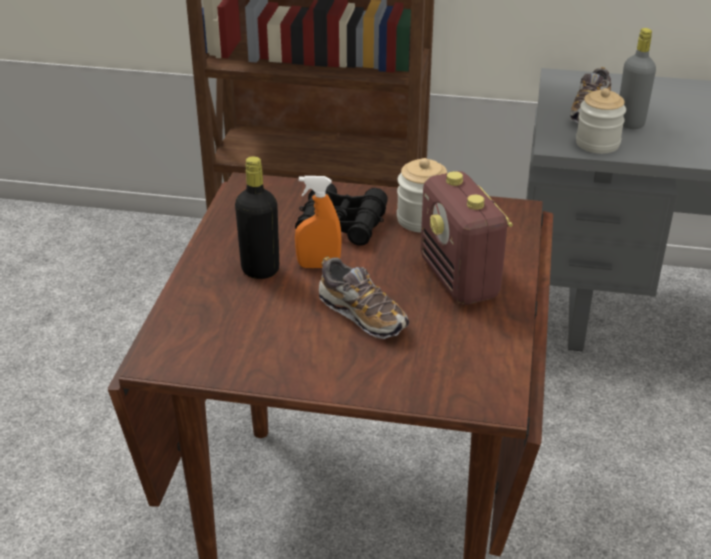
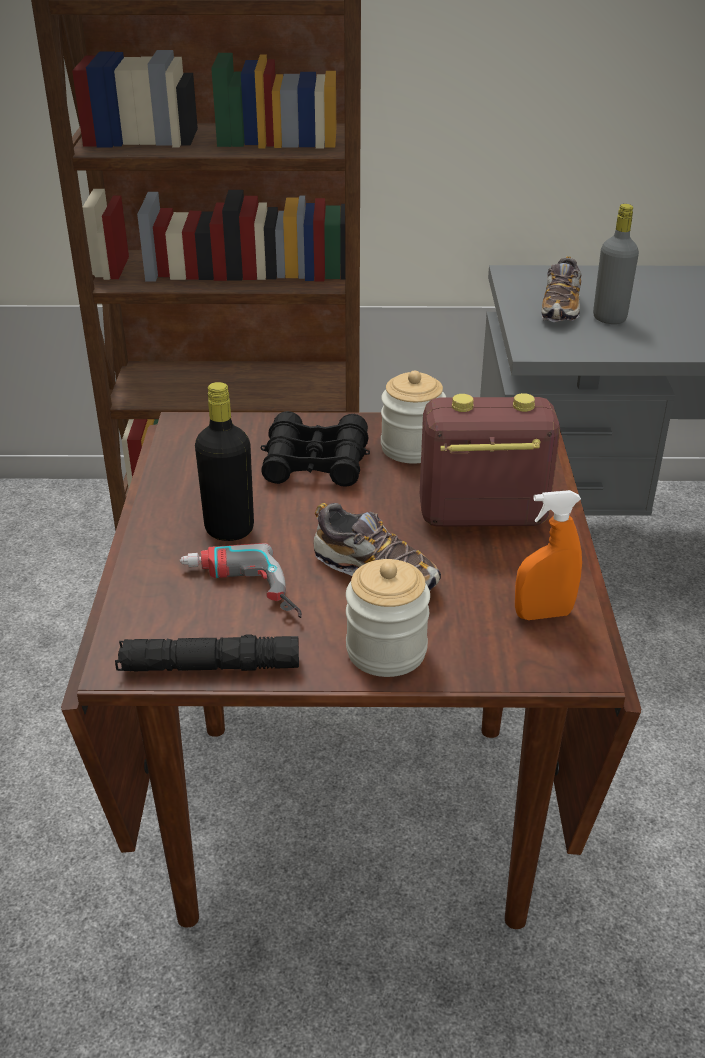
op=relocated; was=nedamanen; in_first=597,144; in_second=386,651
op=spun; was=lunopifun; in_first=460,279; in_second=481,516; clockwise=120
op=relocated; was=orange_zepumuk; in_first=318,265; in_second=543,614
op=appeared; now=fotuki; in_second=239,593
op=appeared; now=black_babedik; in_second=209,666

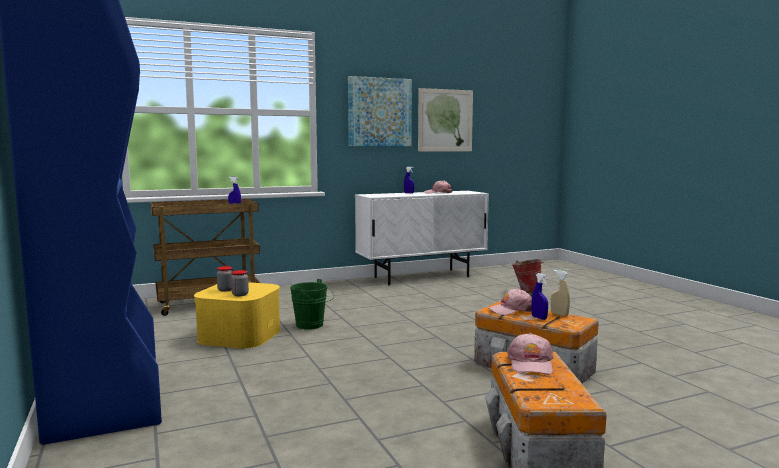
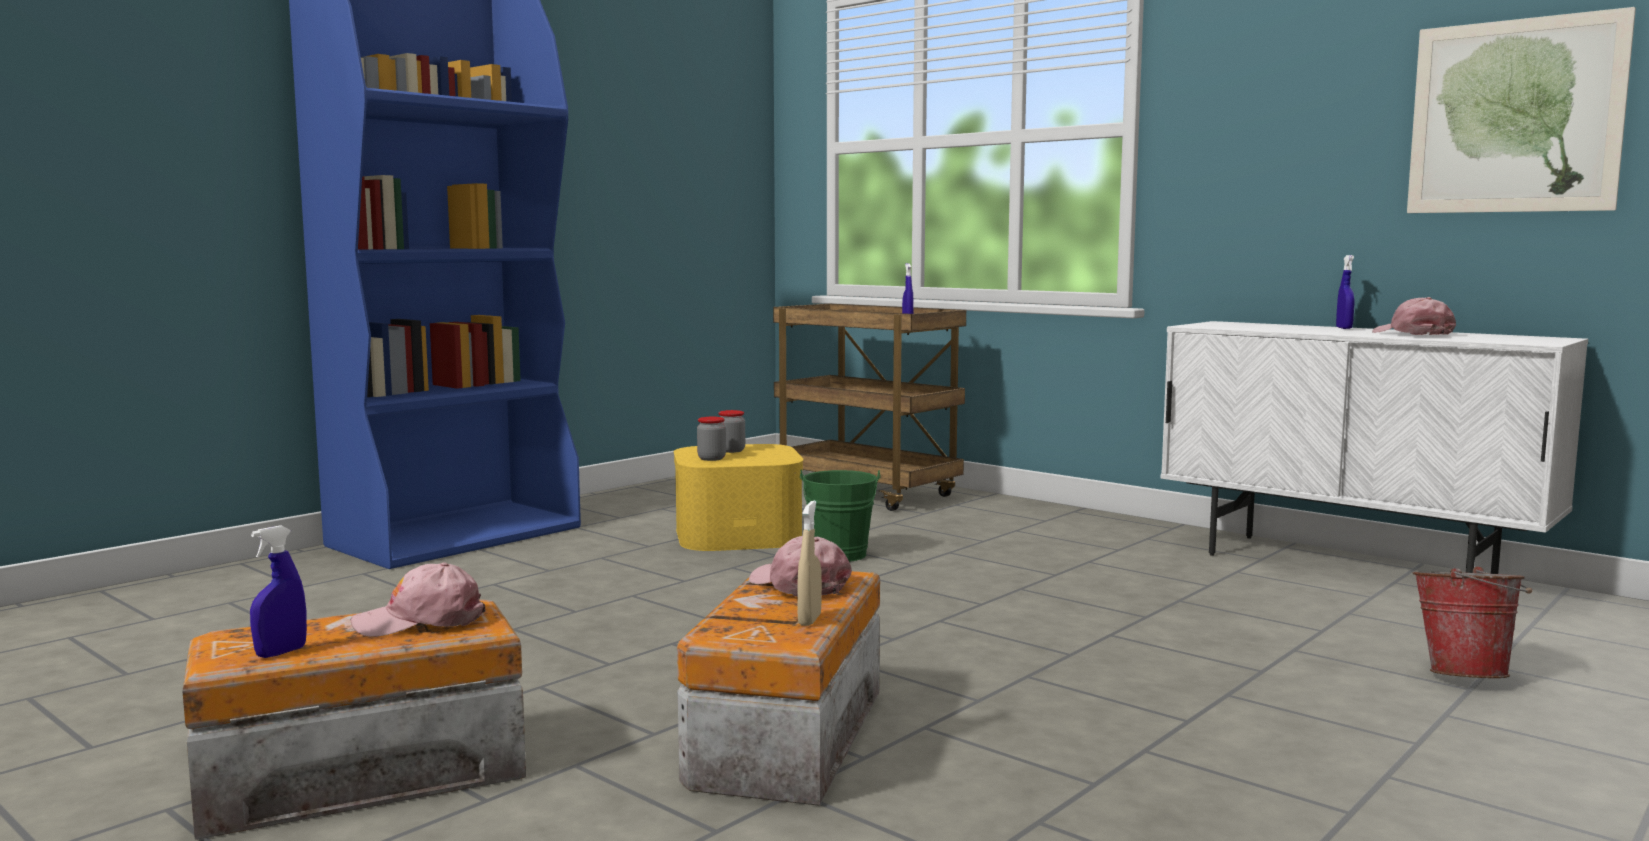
op=missing; was=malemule; in_first=379,112
op=relocated; was=blue_zepumuk; in_first=539,318; in_second=281,652

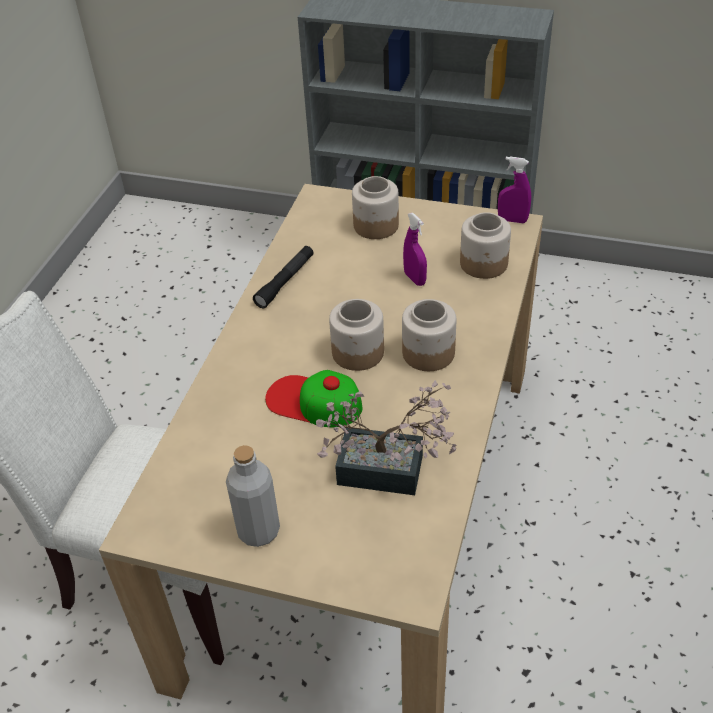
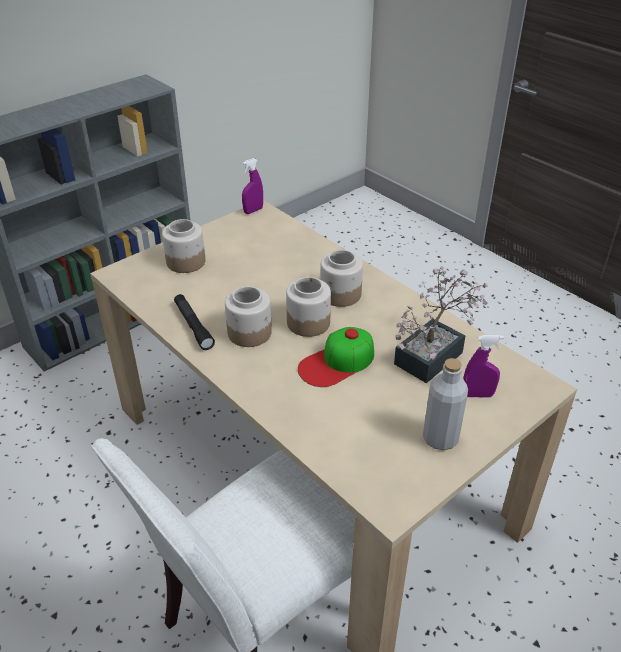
op=relocated; was=nedamanen; in_first=484,264; in_second=250,333
op=relocated; was=purple_zepumuk; in_first=414,279; in_second=477,394

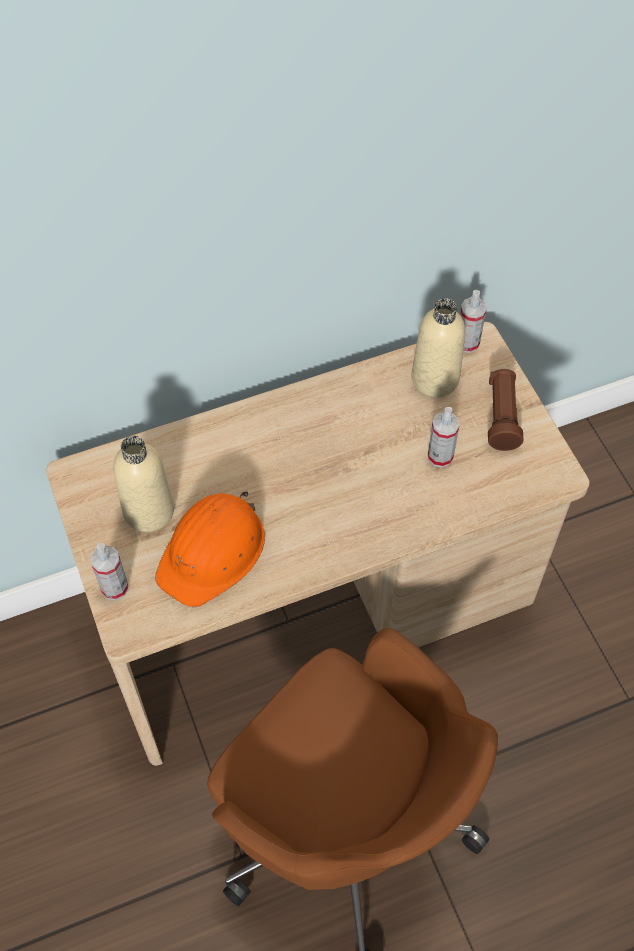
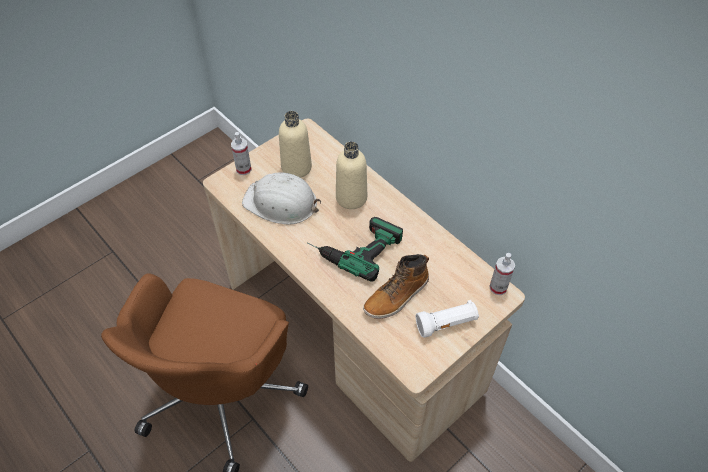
op=relocated; was=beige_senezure; in_first=435,378; in_second=351,197
op=colour; was=brown_babedik; now=white_babedik; in_first=502,417; in_second=446,324
op=exchanged; was=zepumuk; now=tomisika; in_first=440,456; in_second=397,296
op=colour; was=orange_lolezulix; now=white_lolezulix; in_first=213,551; in_second=281,203
op=appeared; now=fotuki; in_second=353,246

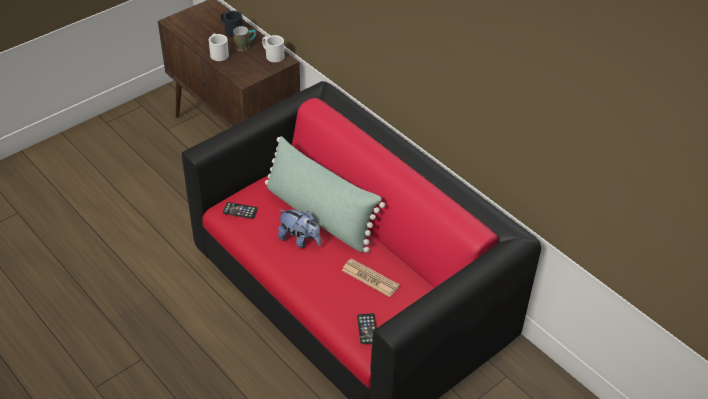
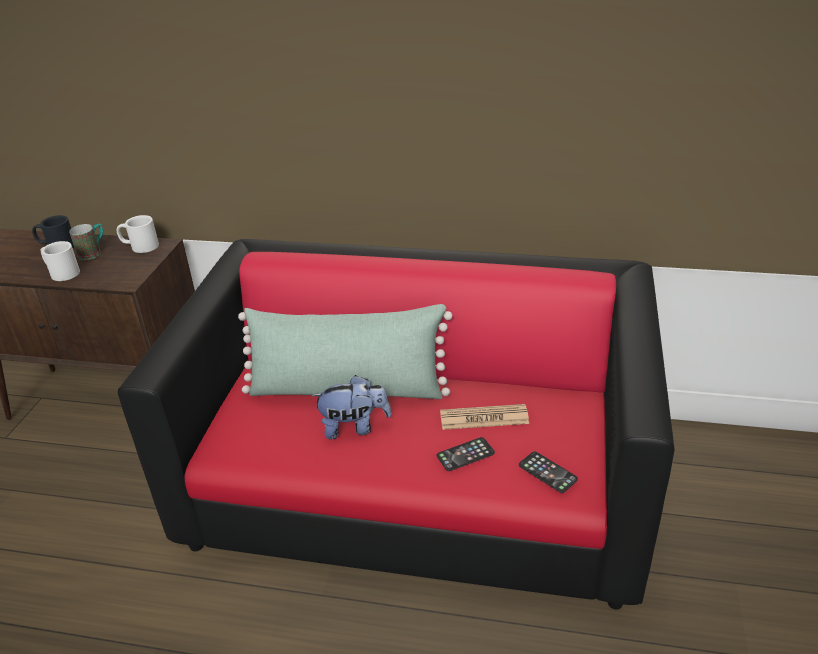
op=relocated; was=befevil; in_first=240,211; in_second=465,454

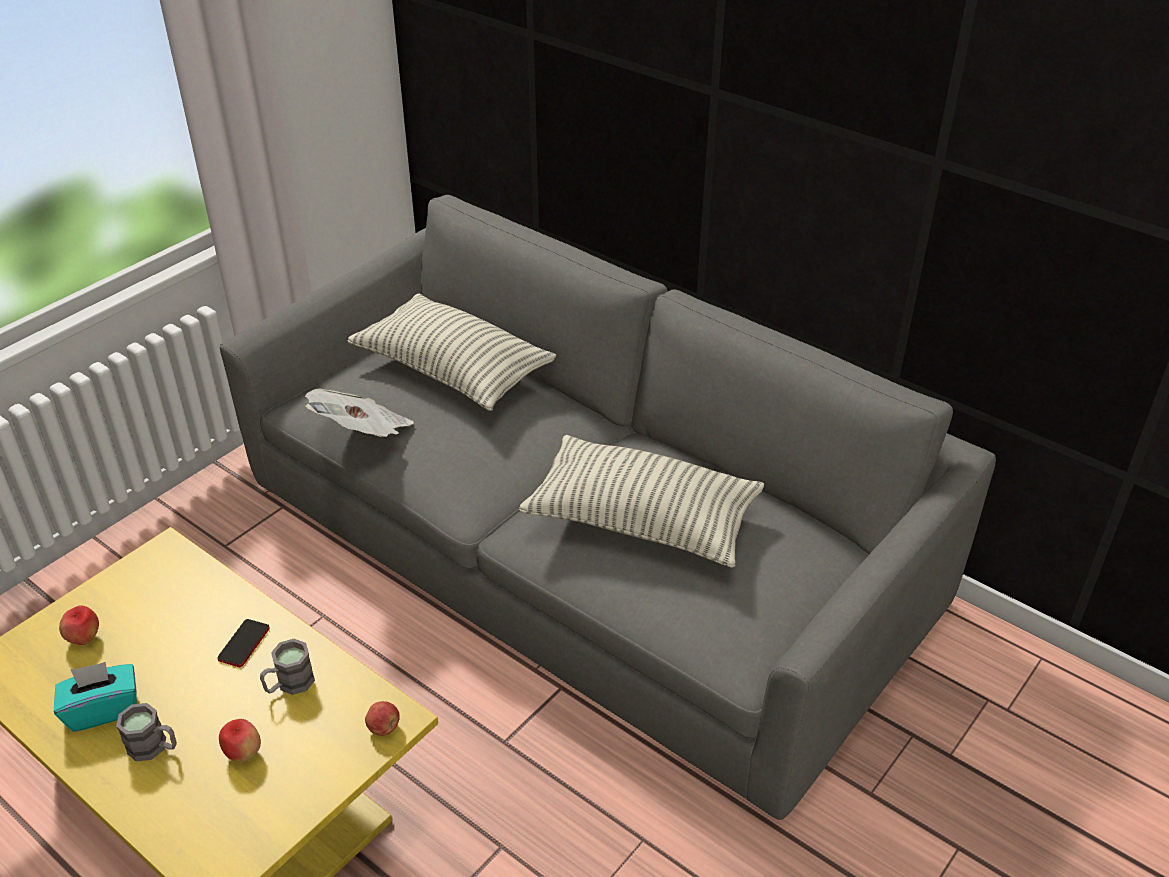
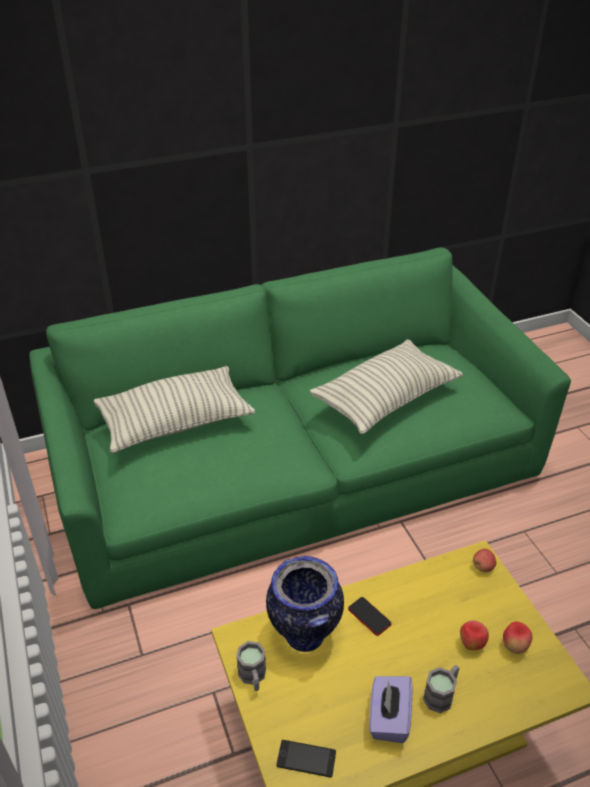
op=colour; was=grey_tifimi; now=green_tifimi; in_first=585,544; in_second=294,465
op=missing; was=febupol; in_first=363,433
op=relocated; was=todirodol; in_first=84,639; in_second=514,647
op=relocated; was=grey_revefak; in_first=289,684; in_second=253,677
op=colour; was=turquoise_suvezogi; now=purple_suvezogi; in_first=103,709; in_second=388,718
op=appeared; now=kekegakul; in_second=304,635
op=appeared; now=befevil; in_second=306,759

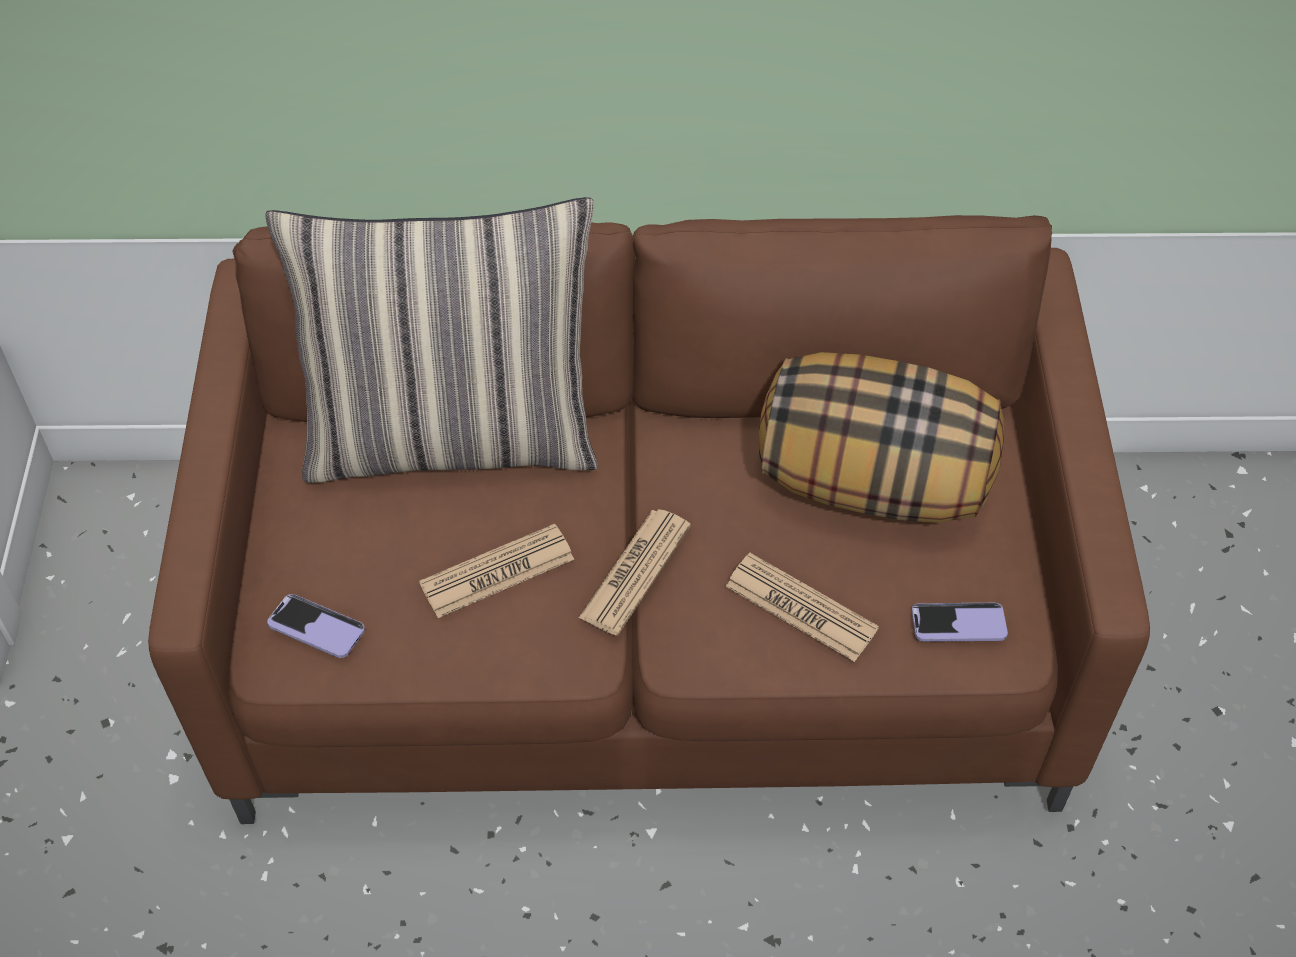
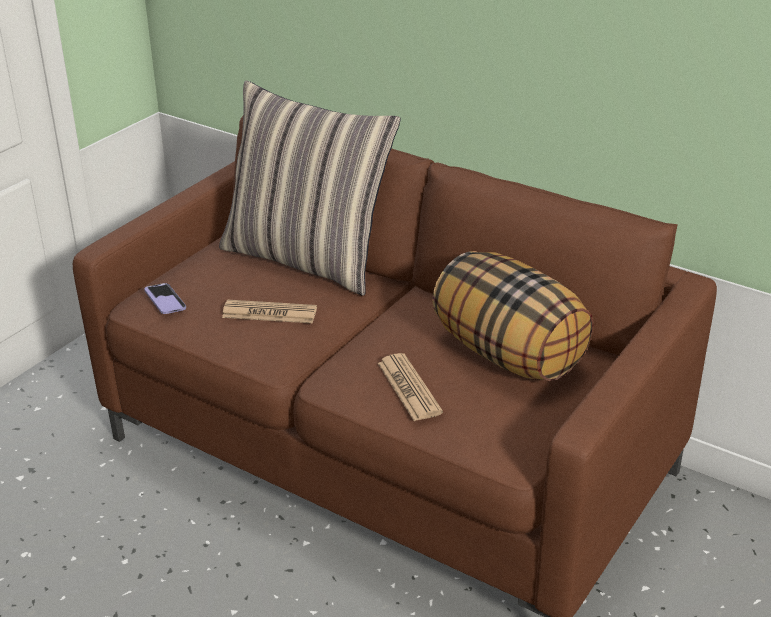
op=missing; was=febupol; in_first=635,572
op=missing; was=befevil; in_first=958,624

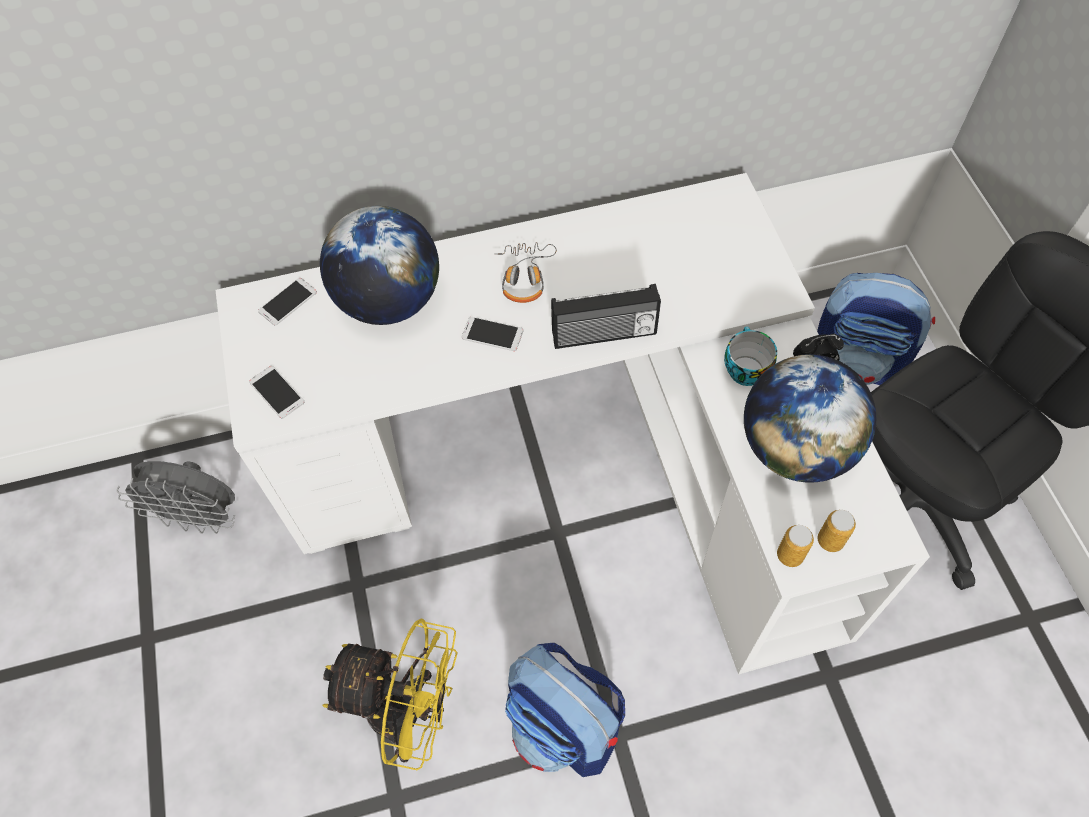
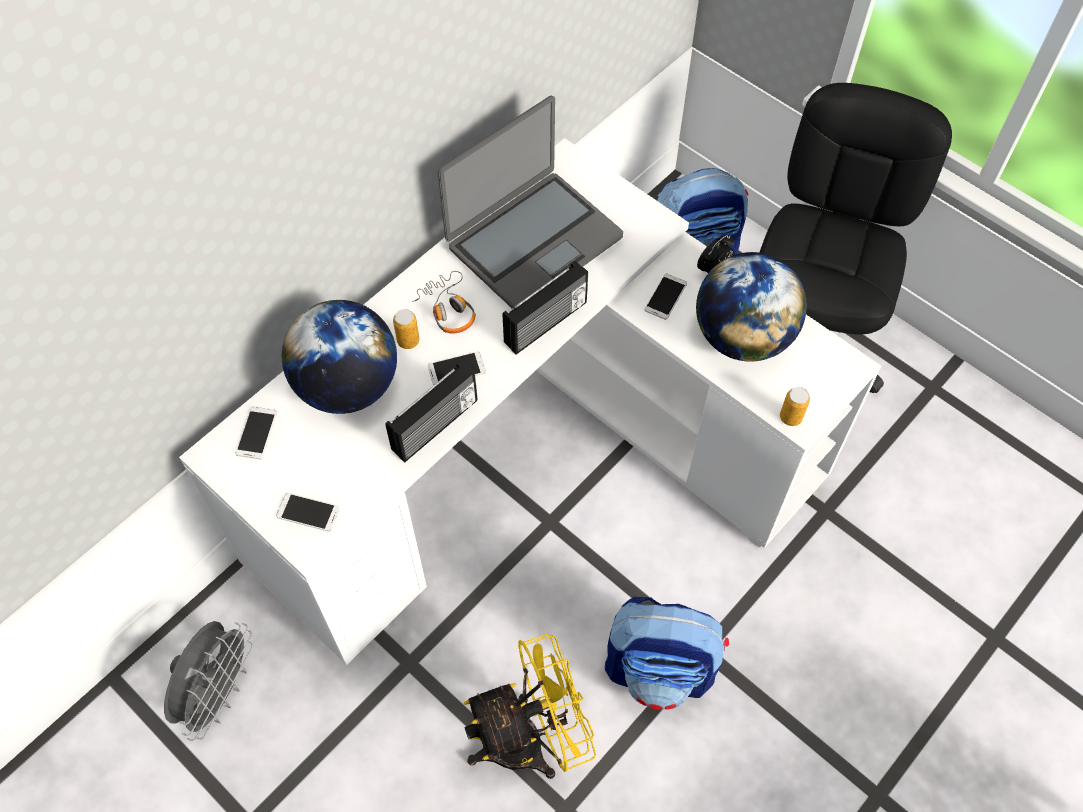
op=exchanged; was=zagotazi; now=befevil; in_first=744,369; in_second=665,297
op=spun; was=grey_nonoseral; in_first=201,517; in_second=219,692; clockwise=-45
op=relocated; was=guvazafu; in_first=830,540; in_second=408,341
op=appeared; now=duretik; in_second=533,241
op=appeared; now=lunopifun; in_second=436,426

